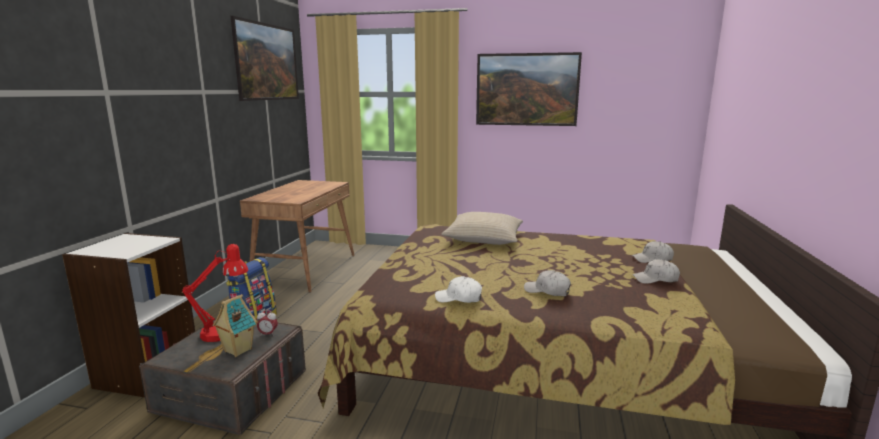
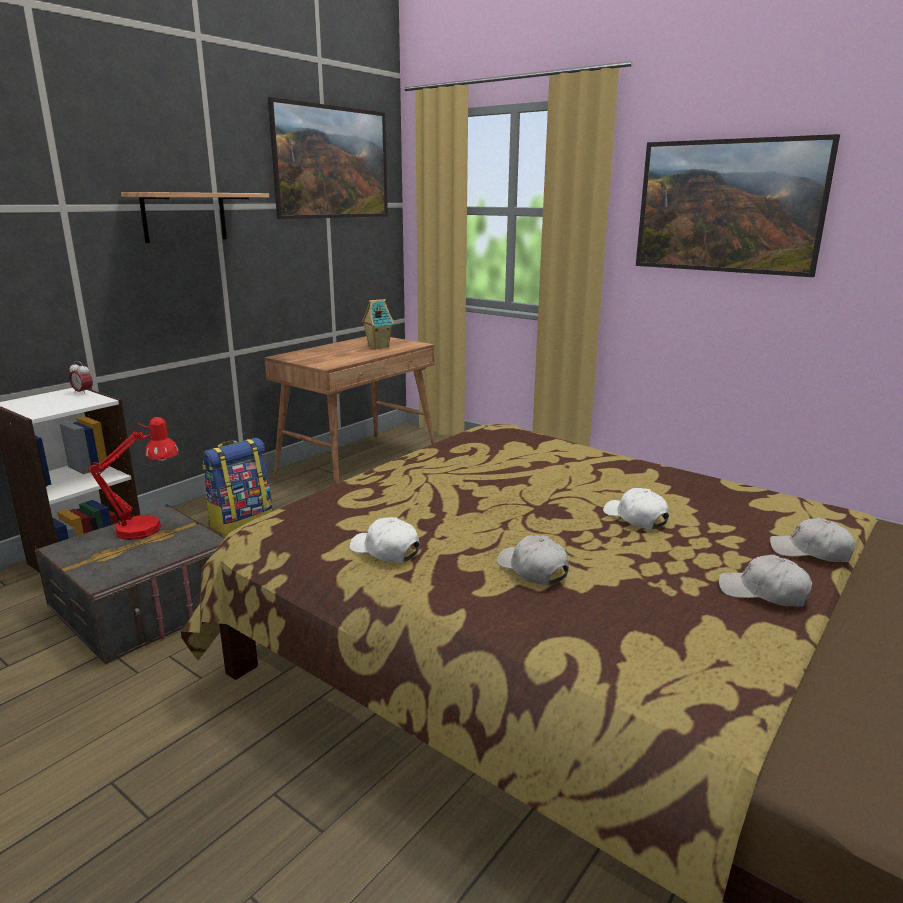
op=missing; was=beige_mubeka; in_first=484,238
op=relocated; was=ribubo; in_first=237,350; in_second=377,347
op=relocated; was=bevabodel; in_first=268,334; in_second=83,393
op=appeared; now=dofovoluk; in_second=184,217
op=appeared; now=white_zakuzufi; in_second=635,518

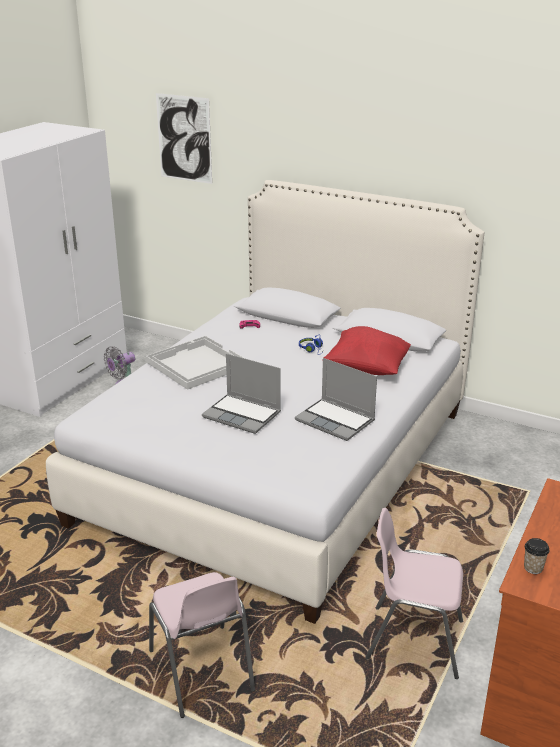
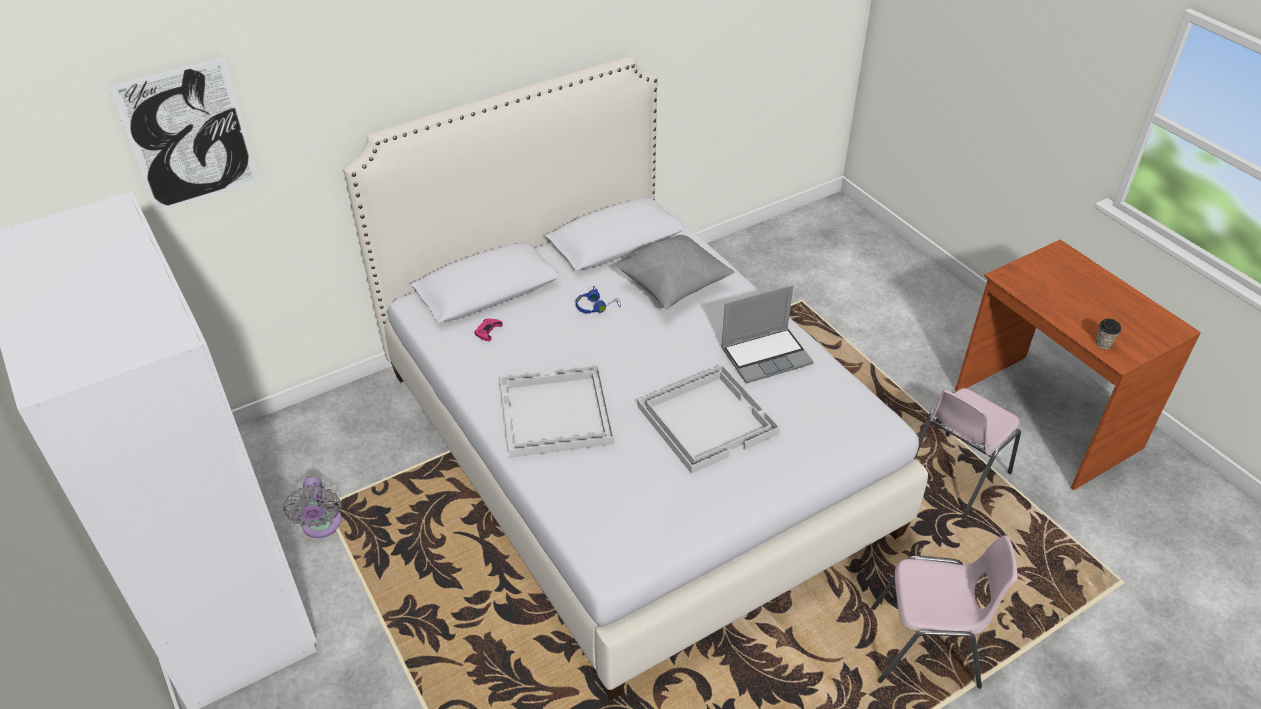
op=colour; was=red_mubeka; now=grey_mubeka; in_first=366,368; in_second=673,287
op=exchanged; was=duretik; now=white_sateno; in_first=243,415; in_second=707,419

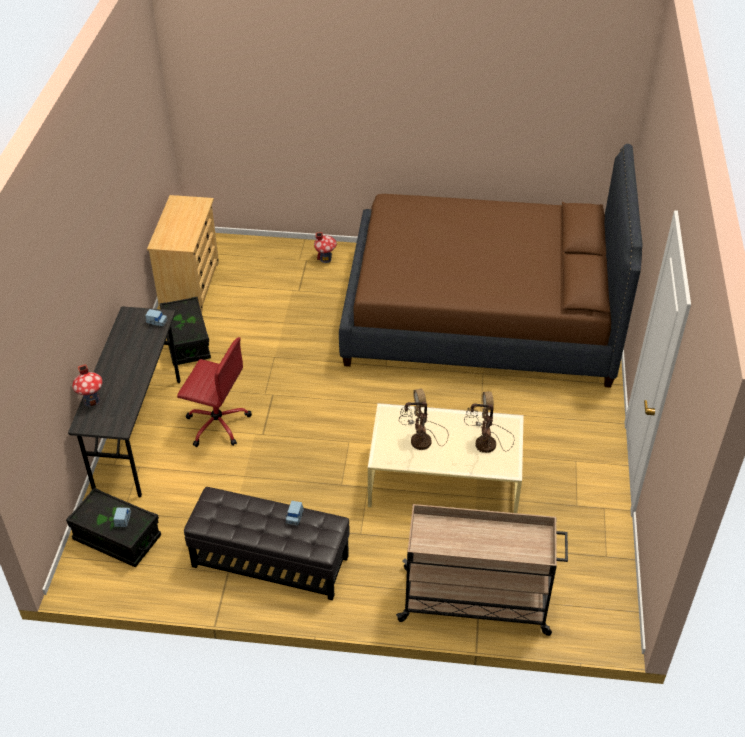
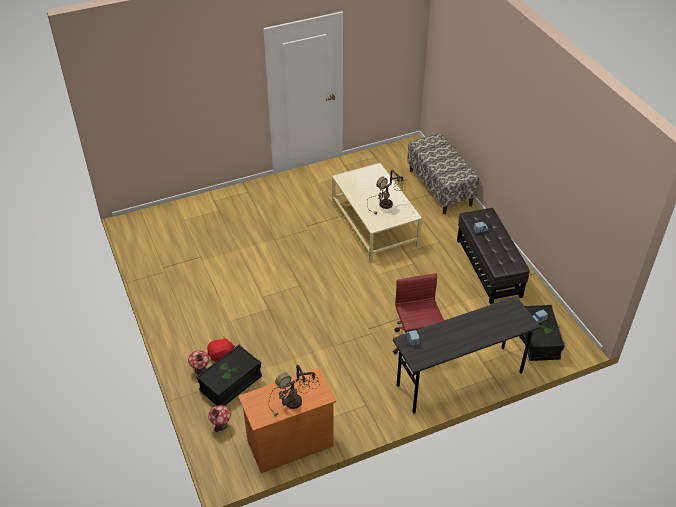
op=missing; was=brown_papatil; in_first=481,315
op=colour; was=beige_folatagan; now=orange_folatagan; in_first=190,285; in_second=289,443
op=relocated; was=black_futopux; in_first=187,341; in_second=231,384
op=relocated; was=ribubo; in_first=91,400; in_second=221,425
op=relocated; was=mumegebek; in_first=484,446; in_second=294,402
op=exchanged; was=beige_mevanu; now=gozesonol; in_first=477,602; in_second=440,188
op=appeared; now=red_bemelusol; in_second=221,355

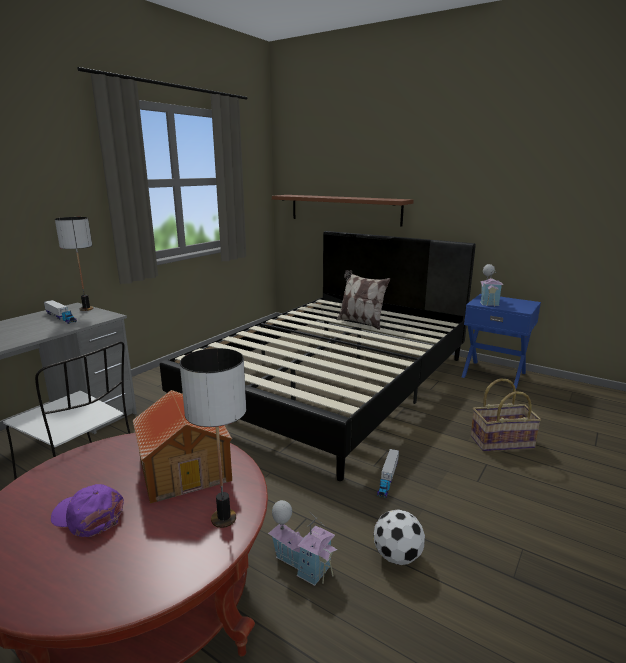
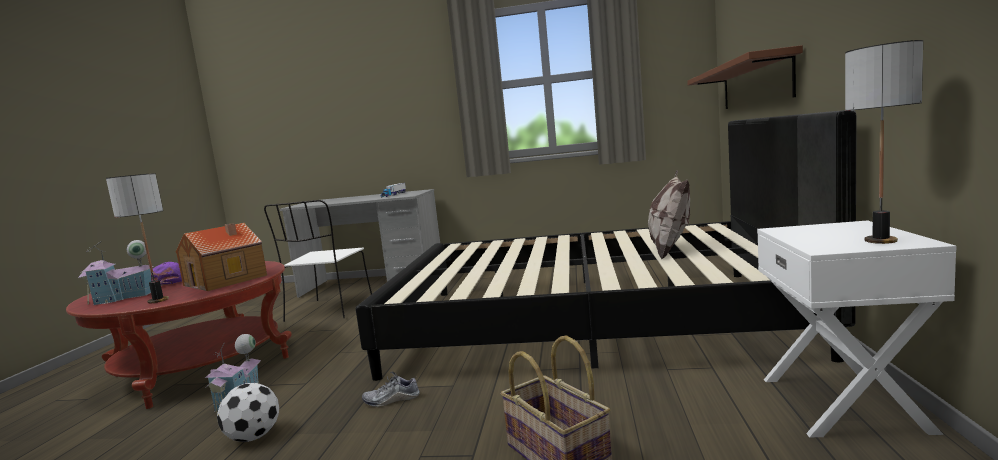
op=relocated; was=mumegebek; in_first=86,309; in_second=879,241
op=relocated; was=ribubo; in_first=488,301; in_second=122,298
op=colour; was=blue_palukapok; now=white_palukapok; in_first=494,374; in_second=845,403
op=exchanged; was=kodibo; now=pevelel; in_first=387,478; in_second=391,400

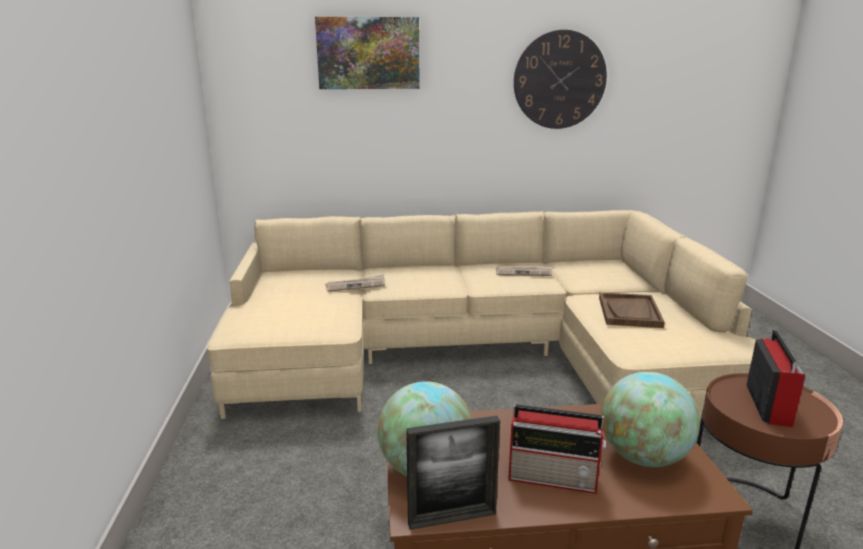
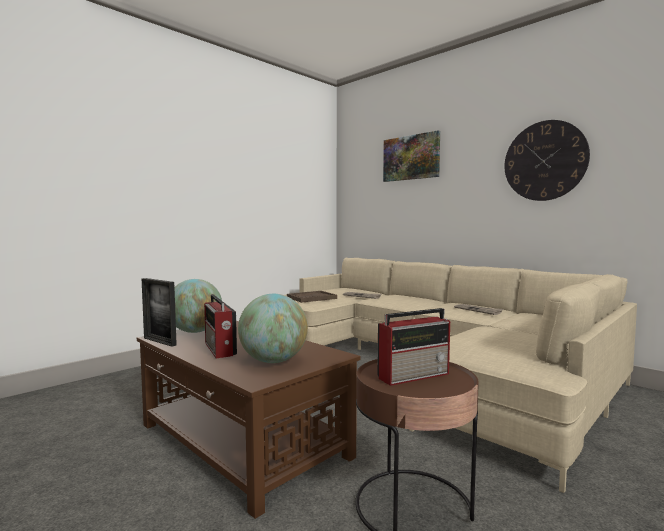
op=relocated; was=brown_sateno; in_first=629,312; in_second=311,298

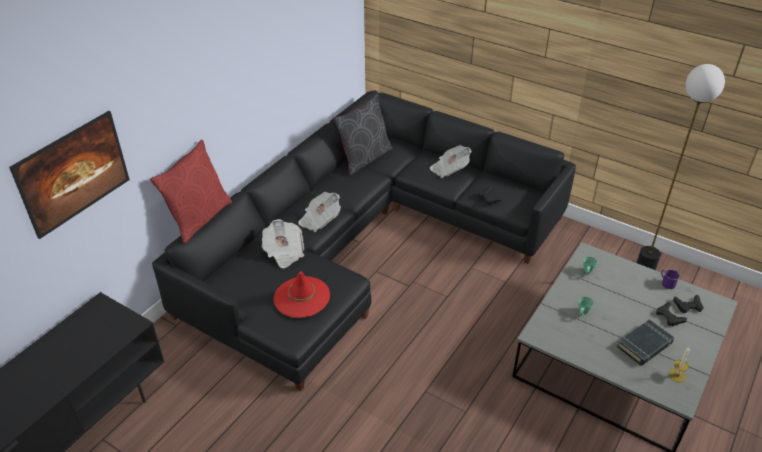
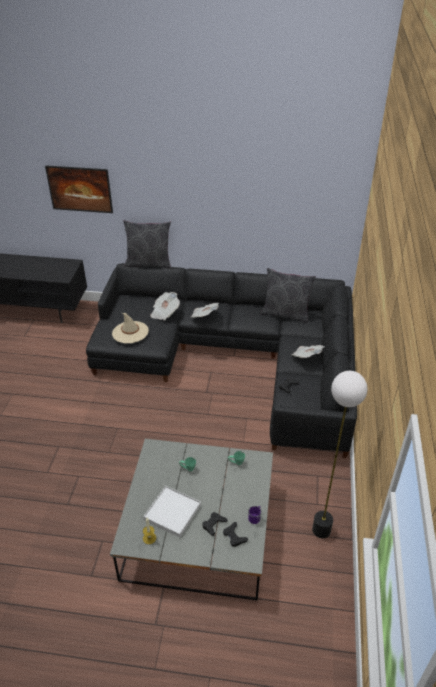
op=colour; was=red_mubeka; now=grey_mubeka; in_first=199,218; in_second=149,263
op=colour; was=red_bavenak; now=beige_bavenak; in_first=301,297; in_second=130,332
op=exchanged; was=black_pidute; now=white_sateno; in_first=644,345; in_second=172,512

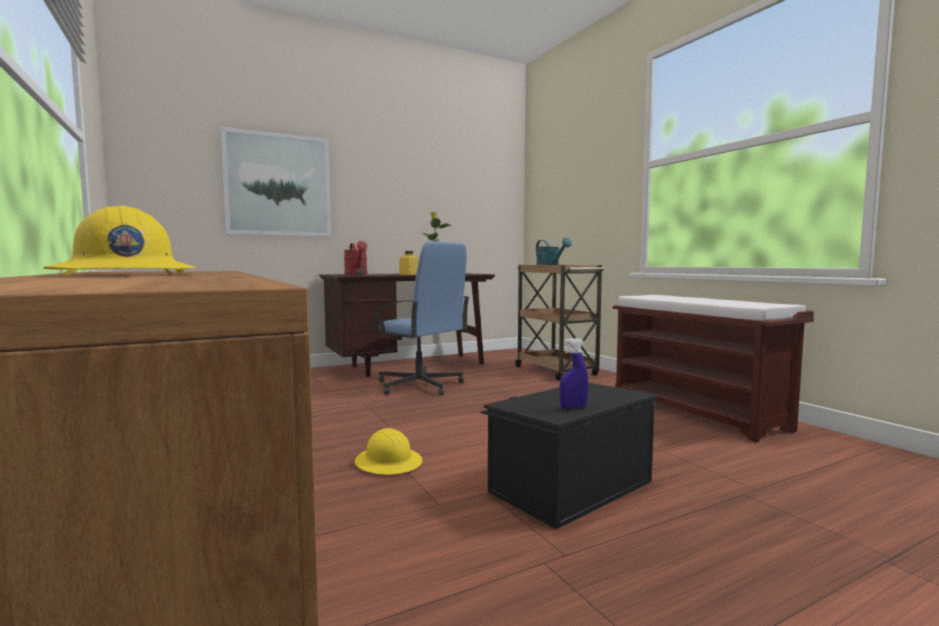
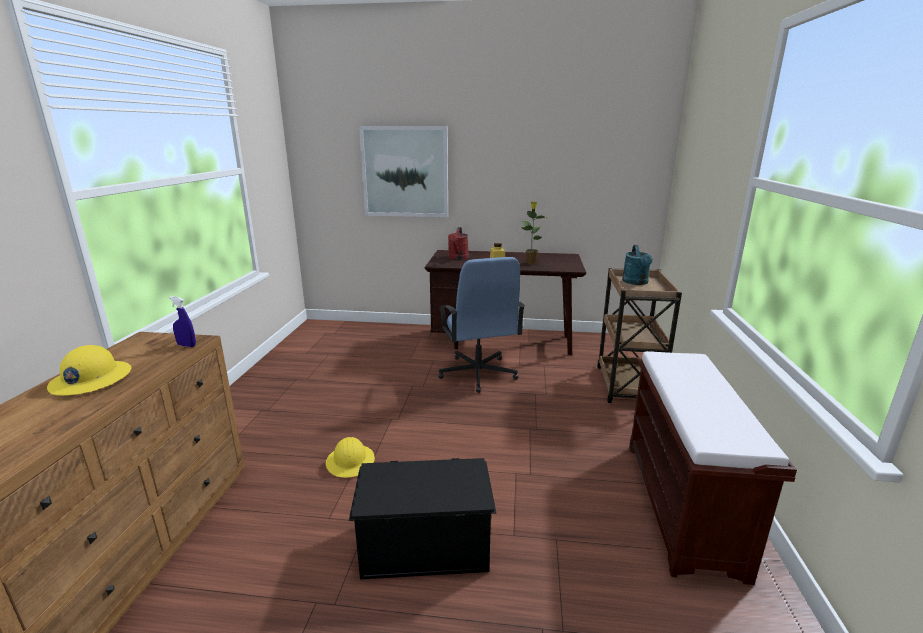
op=relocated; was=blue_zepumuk; in_first=573,408; in_second=186,345

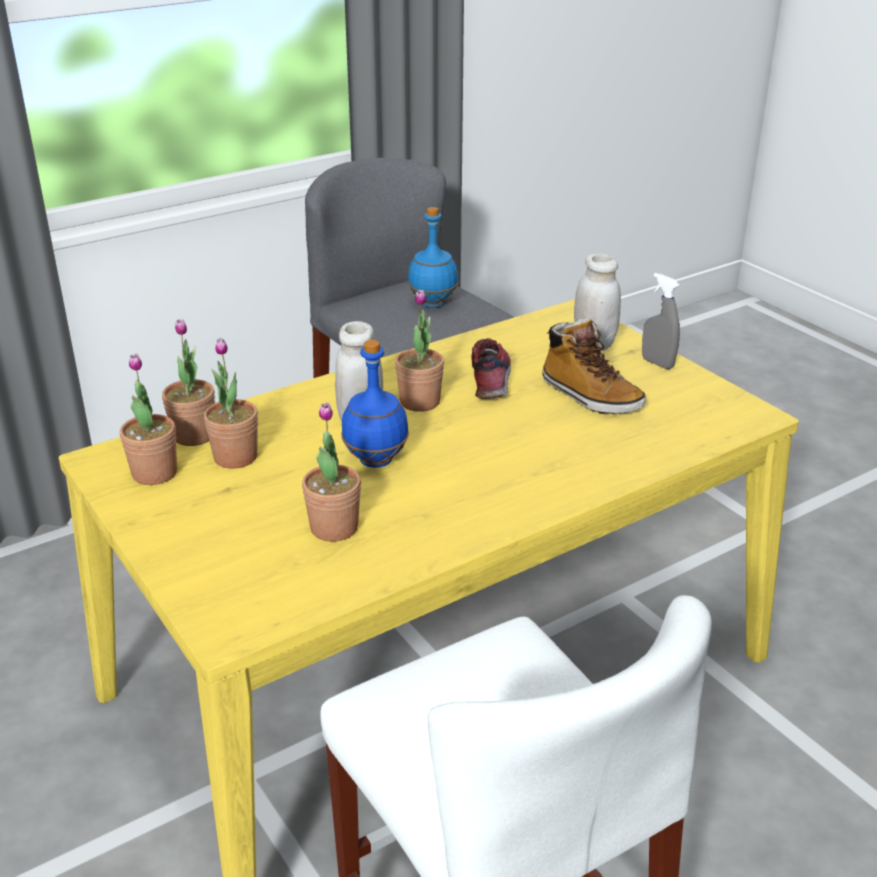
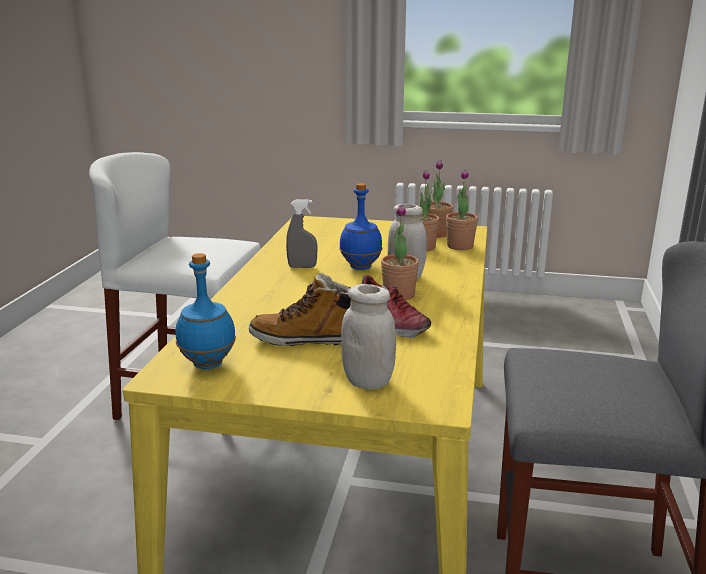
op=relocated; was=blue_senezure; in_first=432,303; in_second=209,364
op=relocated; was=grey_zepumuk; in_first=657,363; in_second=302,267
op=missing; was=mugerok; in_first=334,528

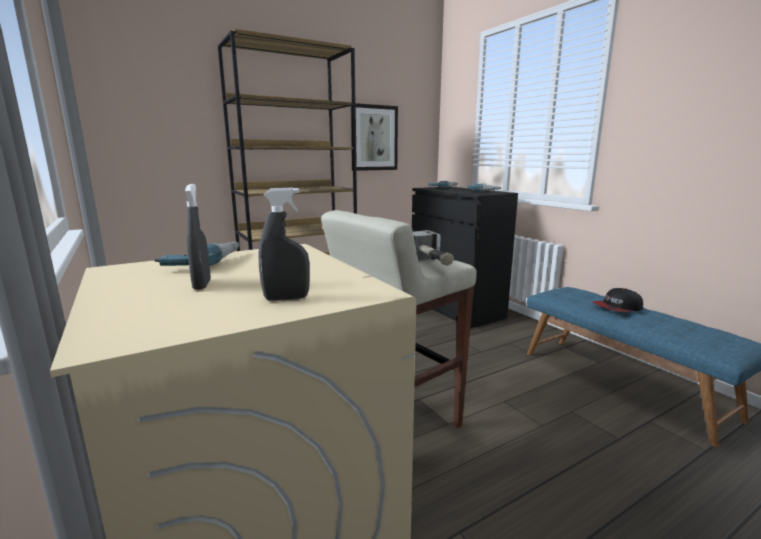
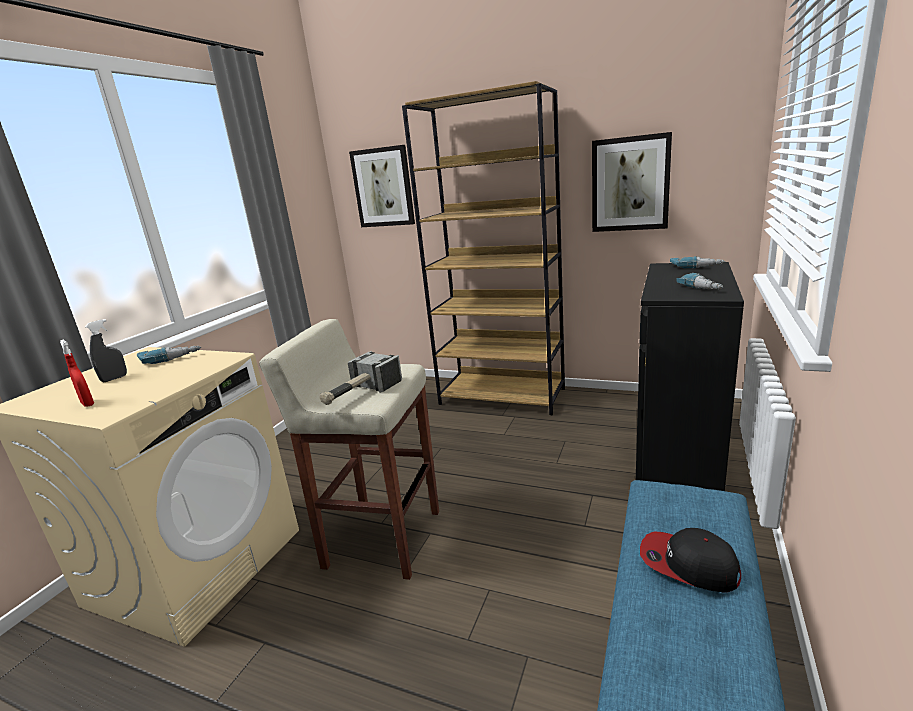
op=colour; was=grey_zepumuk; now=red_zepumuk; in_first=286,298; in_second=87,404
op=appeared; now=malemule; in_second=383,187

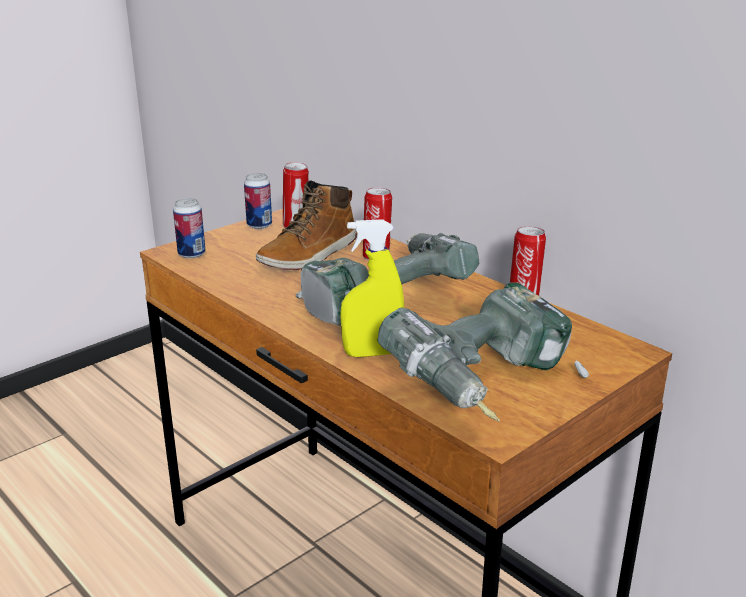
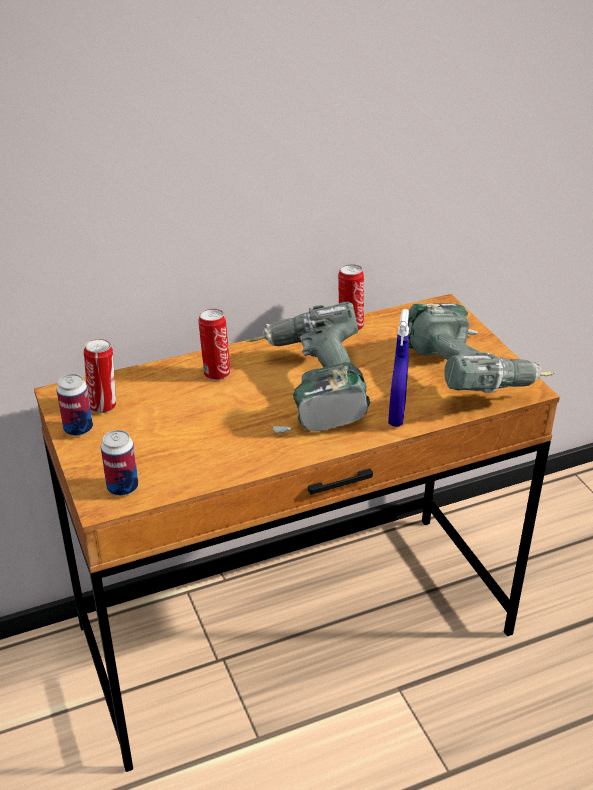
op=missing; was=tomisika; in_first=310,254
op=colour; was=yellow_zepumuk; now=blue_zepumuk; in_first=372,353; in_second=396,415

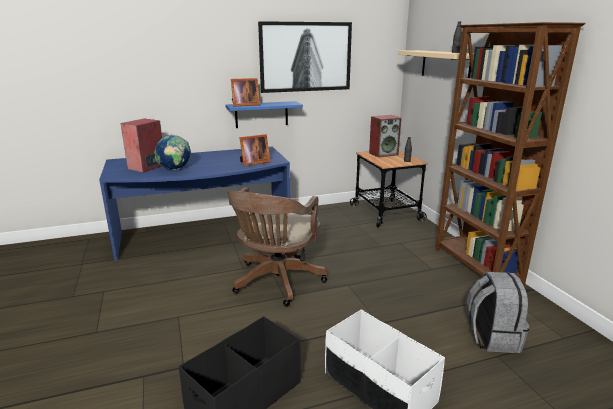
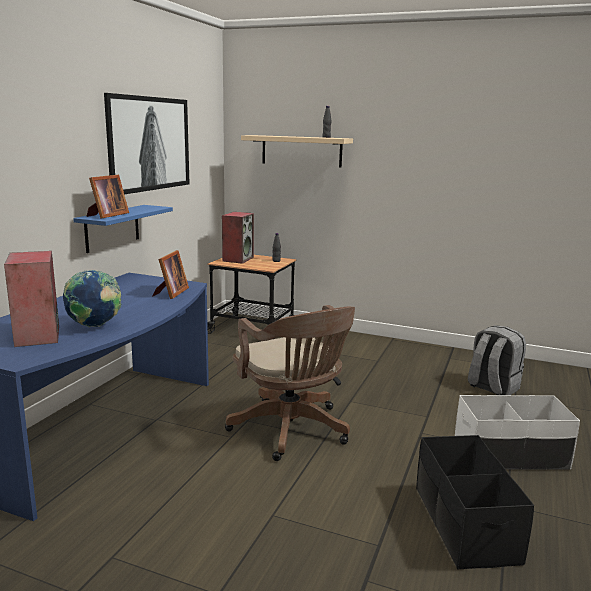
op=missing; was=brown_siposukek; in_first=476,267

